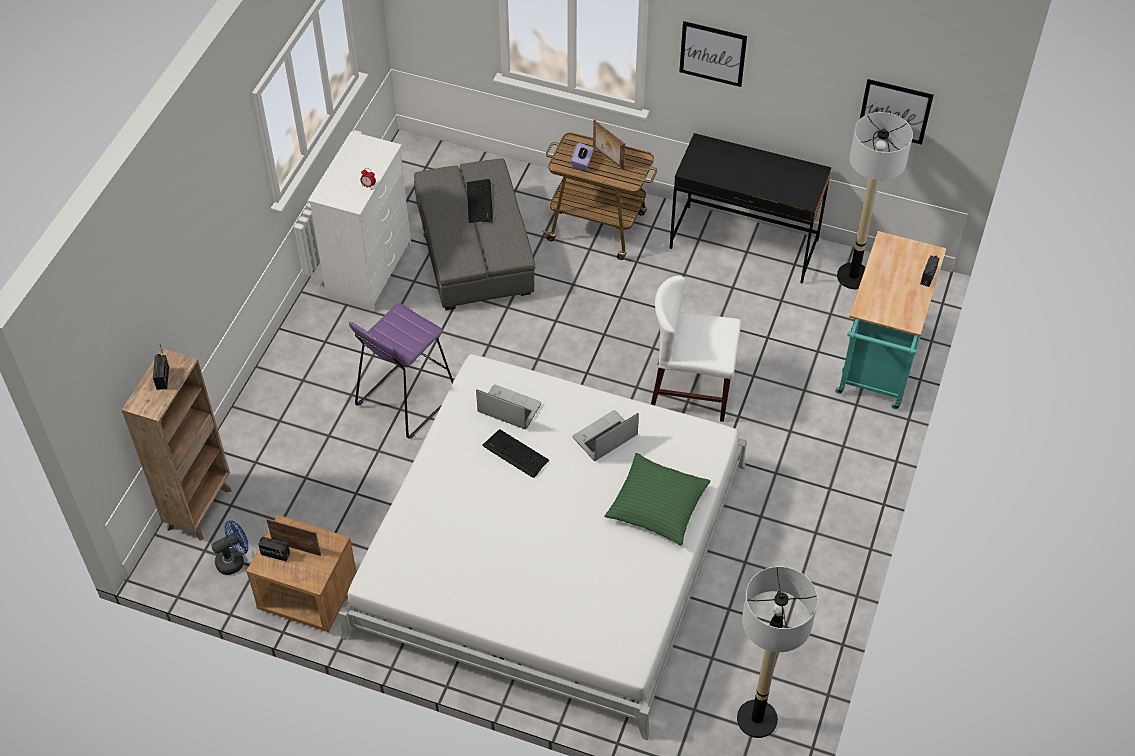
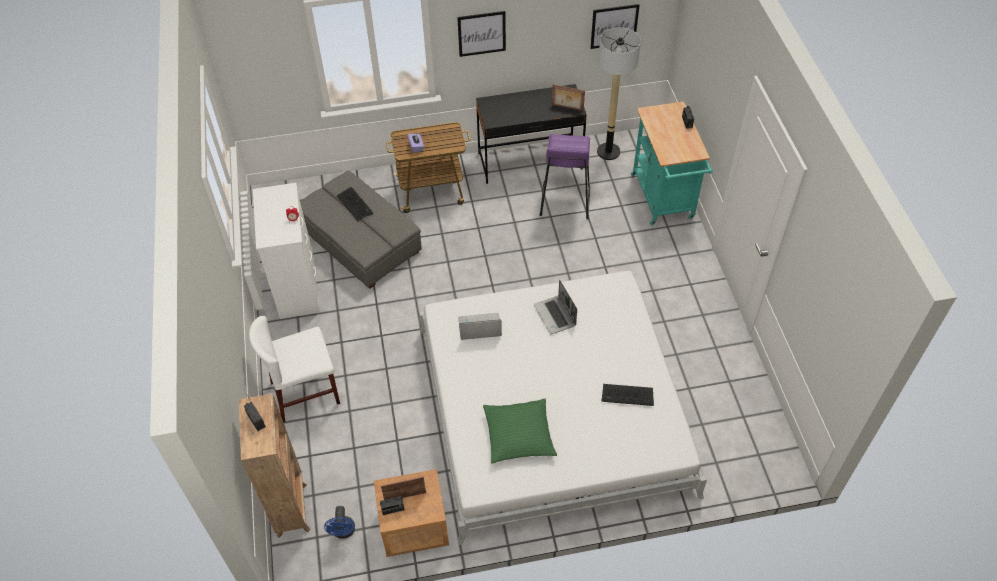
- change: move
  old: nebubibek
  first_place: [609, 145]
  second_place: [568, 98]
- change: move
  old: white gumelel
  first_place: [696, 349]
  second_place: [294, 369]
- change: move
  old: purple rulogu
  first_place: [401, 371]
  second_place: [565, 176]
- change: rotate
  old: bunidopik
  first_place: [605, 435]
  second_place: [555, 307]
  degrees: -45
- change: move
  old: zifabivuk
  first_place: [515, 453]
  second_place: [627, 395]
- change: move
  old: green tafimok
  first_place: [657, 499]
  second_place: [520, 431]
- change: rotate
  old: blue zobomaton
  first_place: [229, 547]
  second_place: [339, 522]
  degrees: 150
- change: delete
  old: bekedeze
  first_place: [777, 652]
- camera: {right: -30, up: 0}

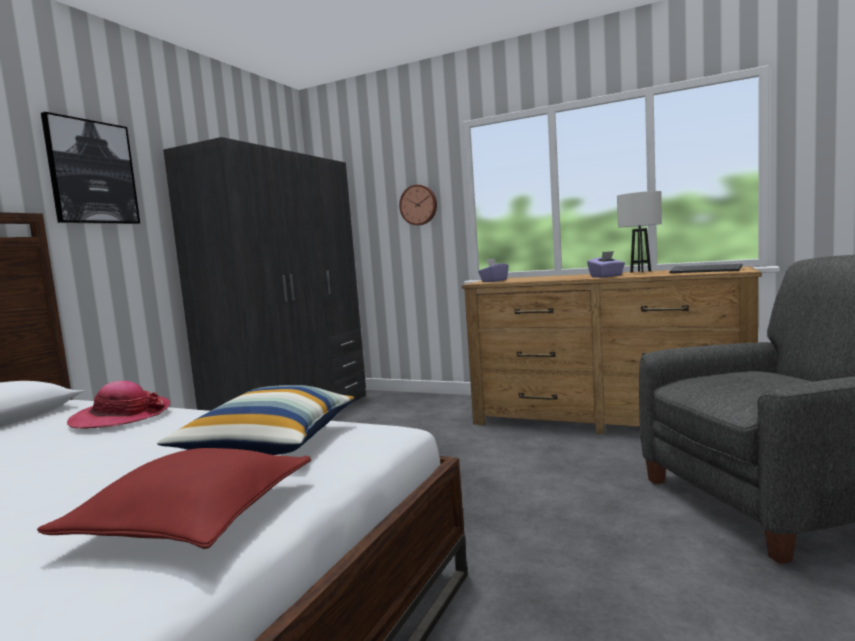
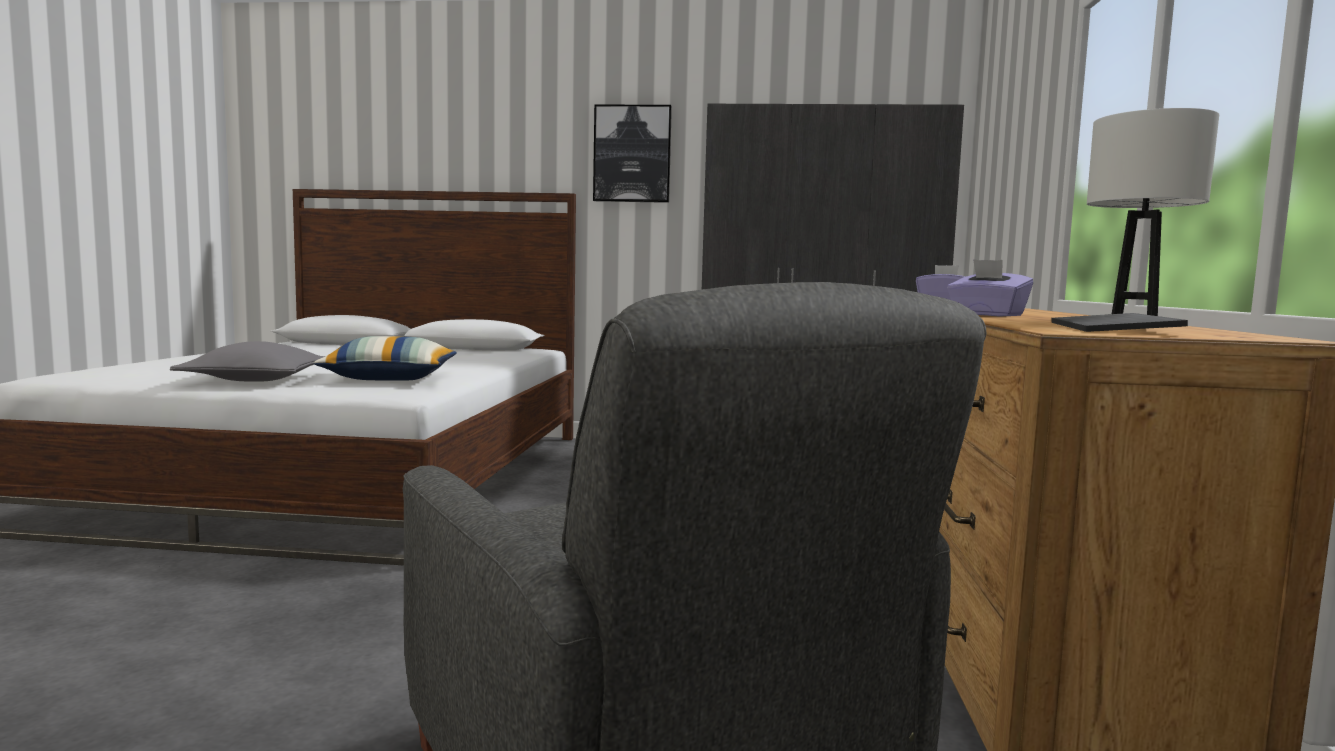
- change: delete
  old: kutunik
  first_place: [418, 205]
- change: delete
  old: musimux
  first_place: [118, 404]
- change: recolor
  old: red tafimok
  new: grey tafimok
  first_place: [174, 498]
  second_place: [247, 361]
- camera: {right: 70, up: 0}

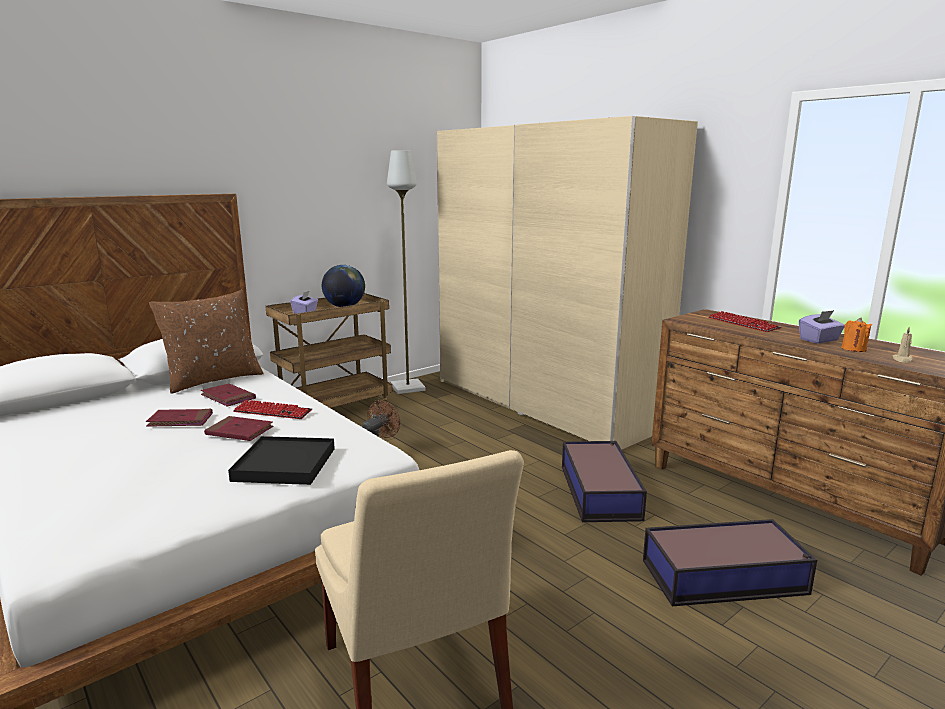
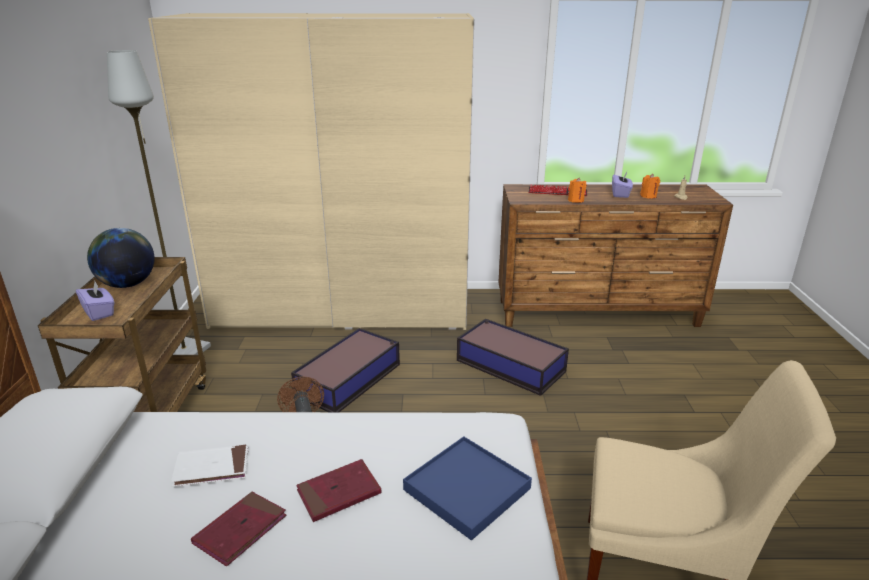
- change: delete
  old: brown tafimok
  first_place: [206, 342]
- change: recolor
  old: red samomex
  new: white samomex
  first_place: [228, 395]
  second_place: [209, 465]
- change: delete
  old: zifabivuk
  first_place: [272, 409]
- change: recolor
  old: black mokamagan
  new: blue mokamagan
  first_place: [281, 460]
  second_place: [467, 488]
- change: move
  old: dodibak
  first_place: [730, 562]
  second_place: [345, 370]
- change: insert
  new: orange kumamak
  second_place: [577, 190]
- camera: {right: -50, up: 10}

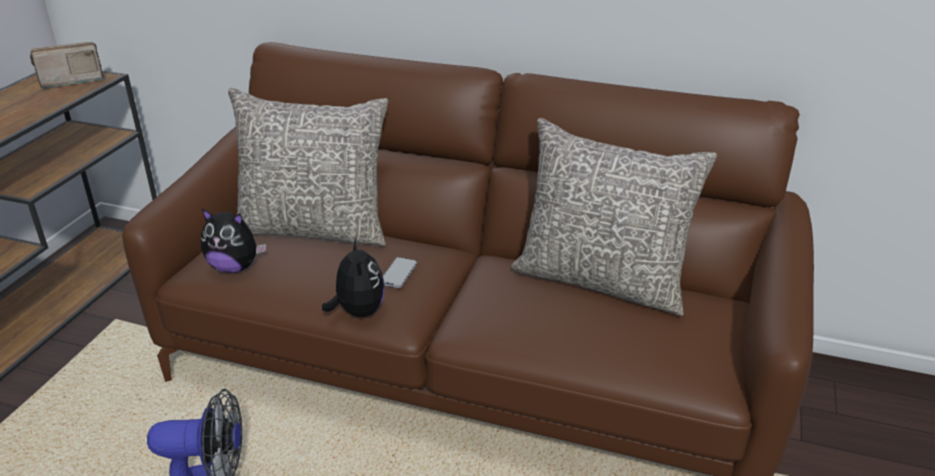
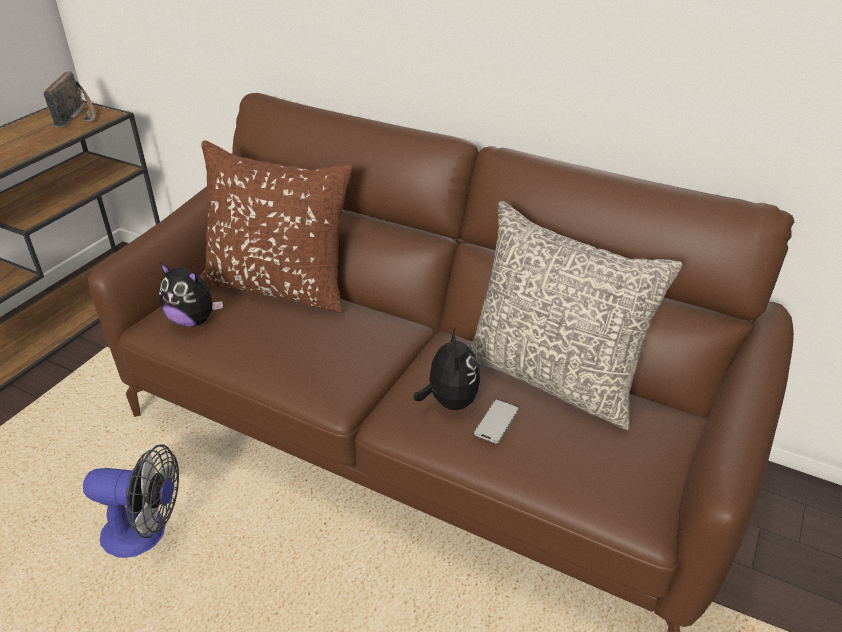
- change: rotate
  old: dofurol
  first_place: [67, 65]
  second_place: [69, 99]
  degrees: 105
- change: recolor
  old: grey tafimok
  new: brown tafimok
  first_place: [308, 167]
  second_place: [276, 226]
- change: move
  old: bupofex
  first_place: [353, 277]
  second_place: [447, 368]
- change: move
  old: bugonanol
  first_place: [400, 272]
  second_place: [496, 421]
- camera: {right: 10, up: 5}

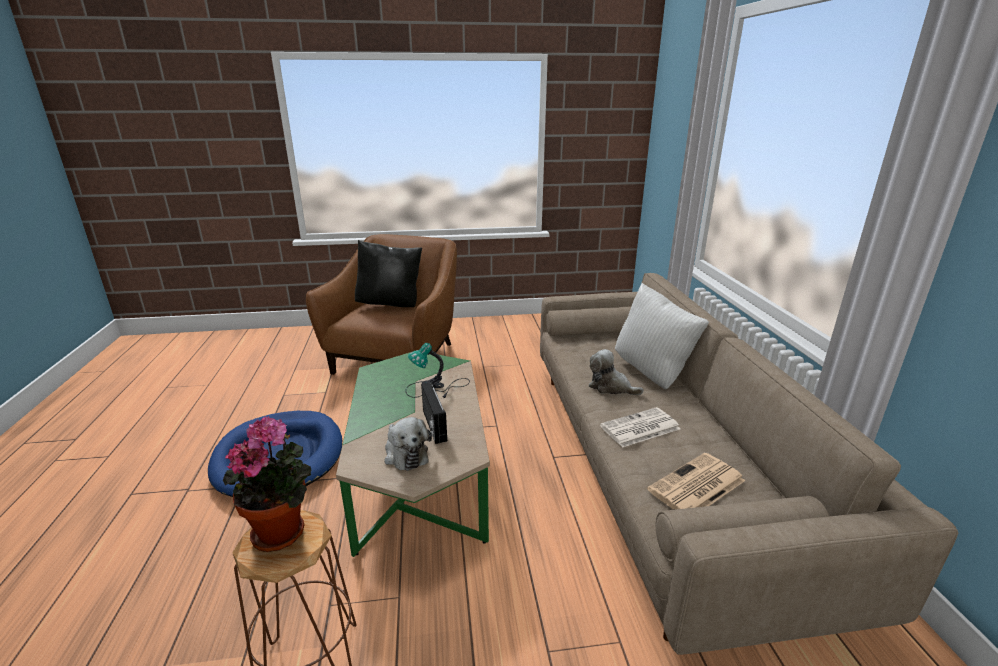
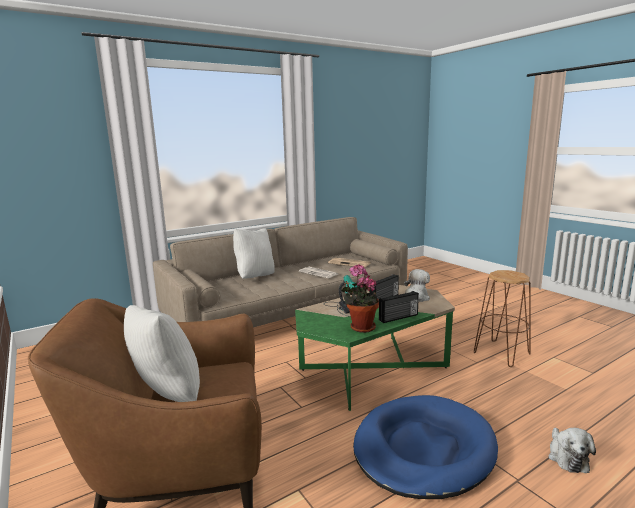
- change: recolor
  old: black tafimok
  new: white tafimok
  first_place: [388, 273]
  second_place: [162, 353]
- change: move
  old: bupofex
  first_place: [616, 372]
  second_place: [572, 450]
- change: move
  old: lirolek
  first_place: [267, 484]
  second_place: [360, 298]
- change: insert
  new: dofurol
  second_place: [399, 307]
- camera: {right: -115, up: -10}

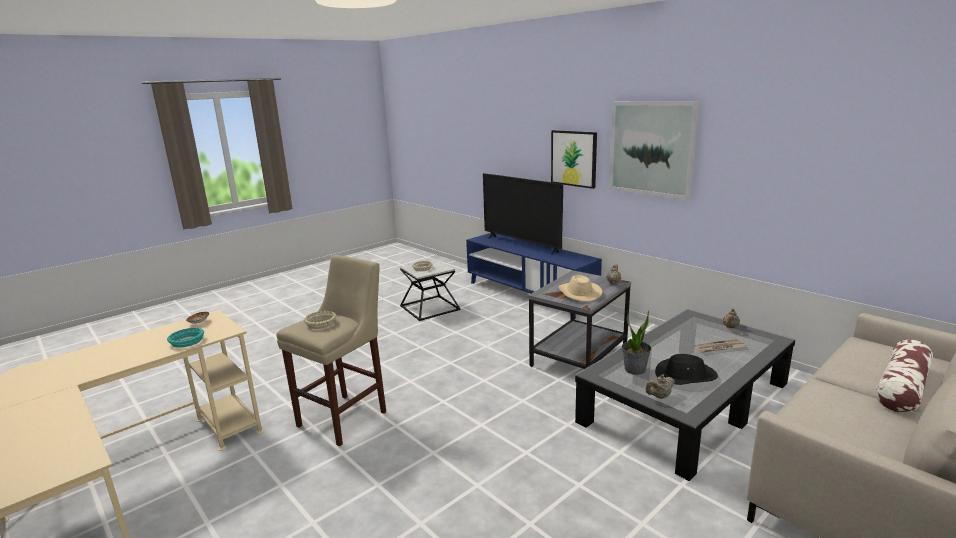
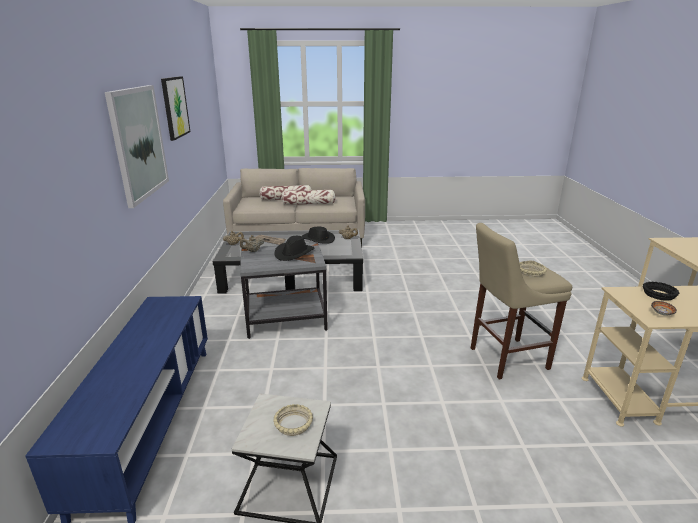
- change: move
  old: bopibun
  first_place: [574, 159]
  second_place: [176, 108]
- change: delete
  old: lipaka
  first_place: [523, 214]
- change: recolor
  old: beige musimux
  new: black musimux
  first_place: [580, 288]
  second_place: [294, 248]
- change: delete
  old: lirolek
  first_place: [636, 343]
- change: recolor
  old: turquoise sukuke
  new: black sukuke
  first_place: [185, 338]
  second_place: [661, 291]
- change: insert
  new: tafimok
  second_place: [308, 197]
- camera: {right: -140, up: 5}

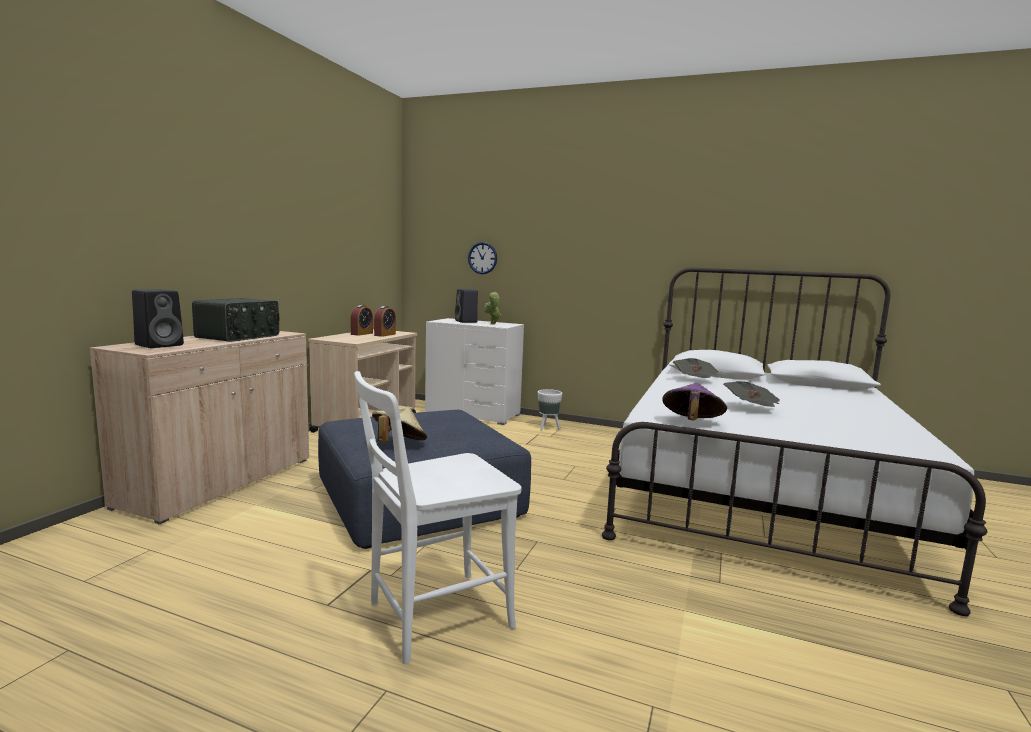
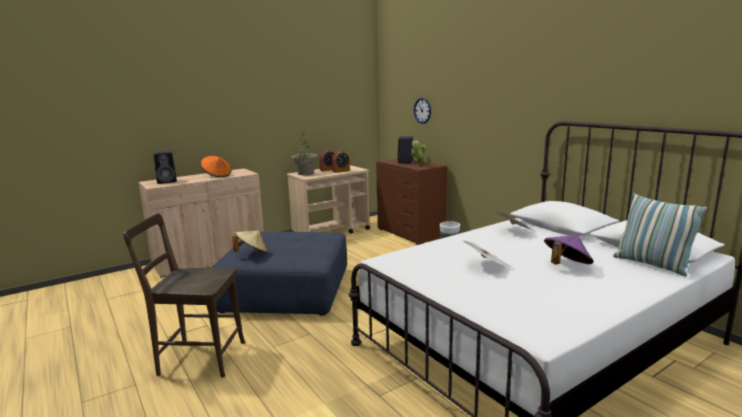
- change: replace
  old: dofurol
  new: orange musimux
  first_place: [235, 320]
  second_place: [216, 166]
- change: recolor
  old: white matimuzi
  new: brown matimuzi
  first_place: [474, 371]
  second_place: [411, 201]
- change: recolor
  old: white gumelel
  new: brown gumelel
  first_place: [438, 517]
  second_place: [184, 296]
- change: move
  old: purple musimux
  first_place: [694, 401]
  second_place: [569, 250]
- change: insert
  new: lirolek
  second_place: [304, 153]
- change: insert
  new: tafimok
  second_place: [660, 234]
- camera: {right: 35, up: 5}

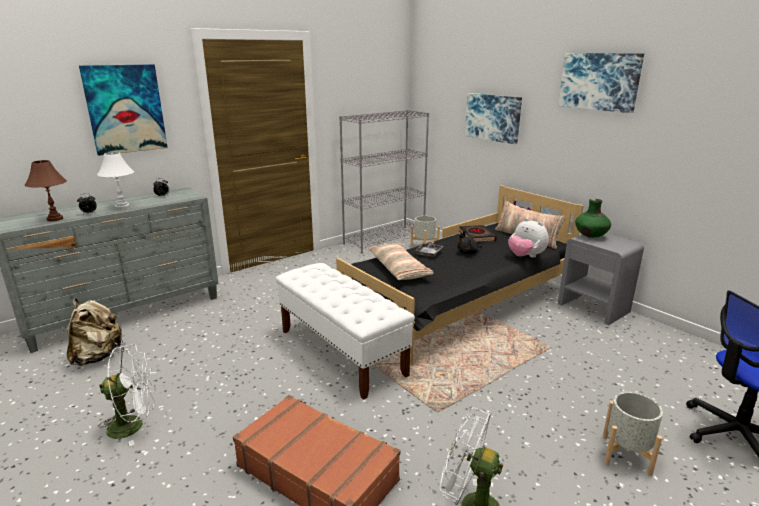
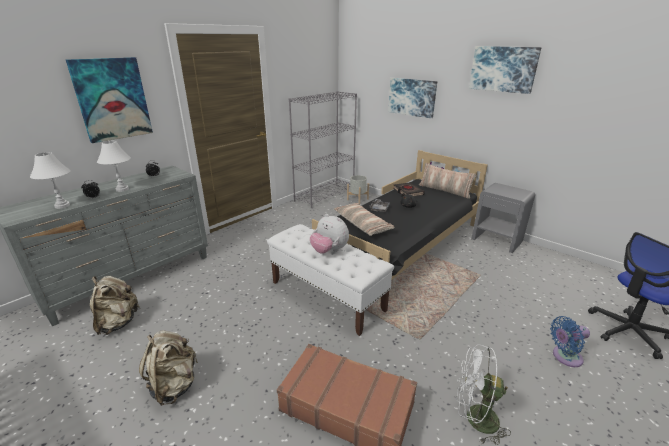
- change: recolor
  old: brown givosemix
  new: white givosemix
  first_place: [46, 191]
  second_place: [50, 180]
- change: delete
  old: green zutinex
  first_place: [593, 218]
- change: move
  old: bupofex
  first_place: [528, 238]
  second_place: [329, 234]
- change: replace
  old: white zobomaton
  new: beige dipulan
  first_place: [127, 395]
  second_place: [168, 368]
- change: replace
  old: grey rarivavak
  new: blue zobomaton
  first_place: [632, 434]
  second_place: [570, 341]
- camera: {right: -10, up: 5}

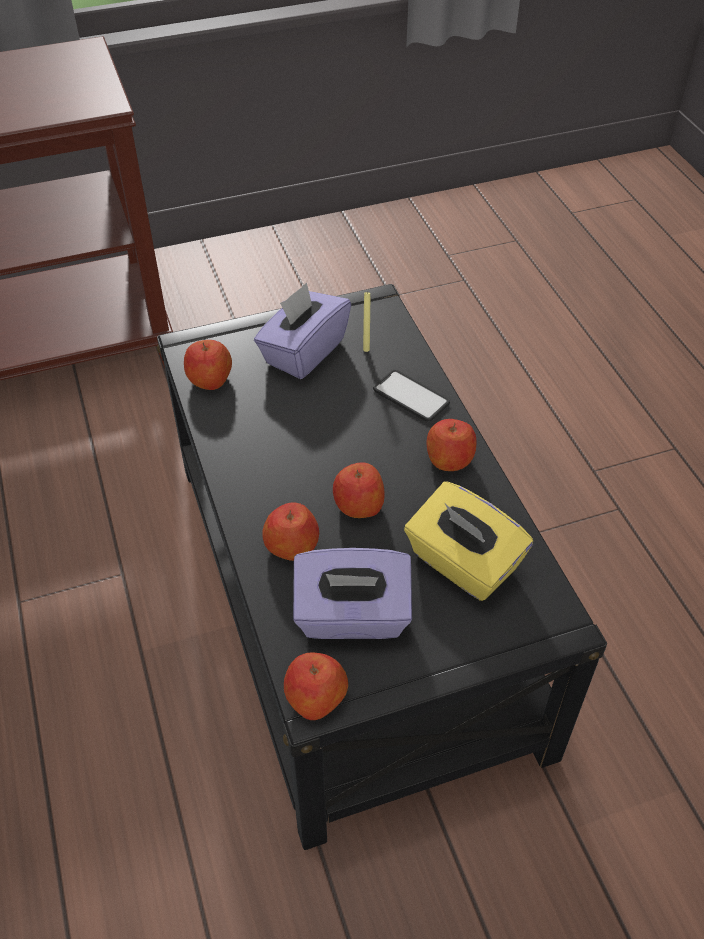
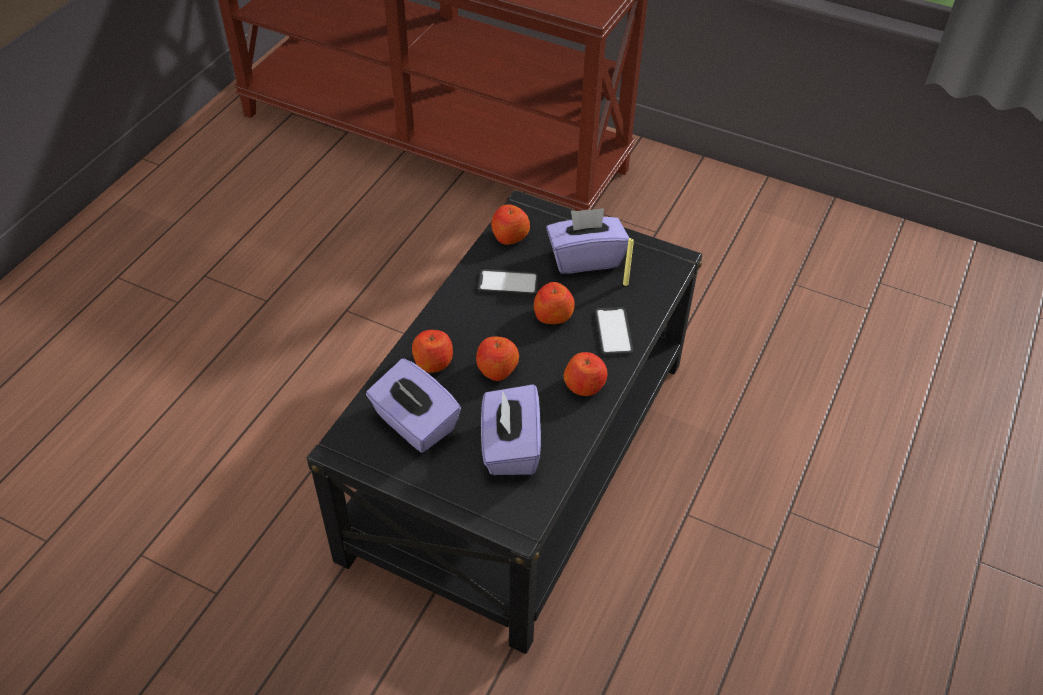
- change: recolor
  old: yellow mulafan
  new: purple mulafan
  first_place: [468, 541]
  second_place: [511, 429]
- change: move
  old: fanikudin
  first_place: [316, 686]
  second_place: [554, 303]
- change: insert
  new: bugonanol
  second_place: [508, 282]
- camera: {right: 45, up: 0}

